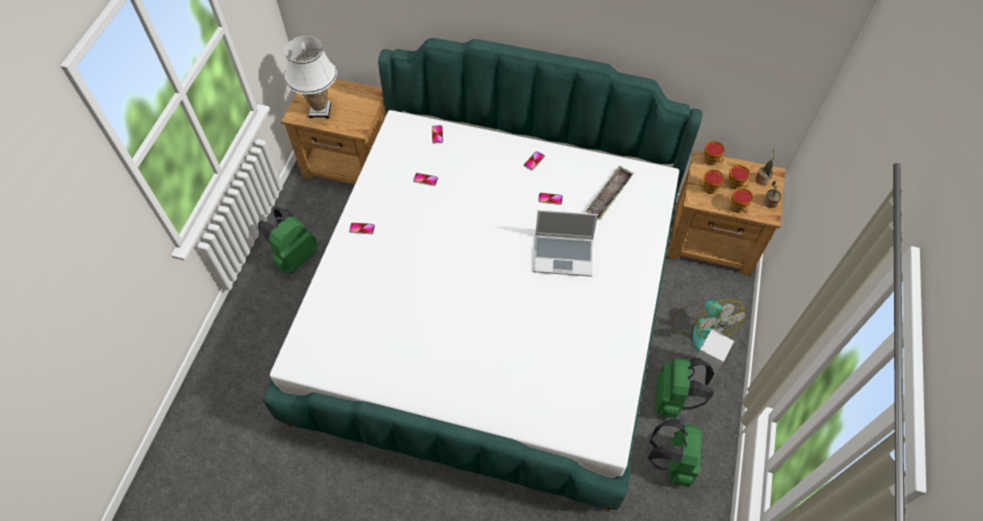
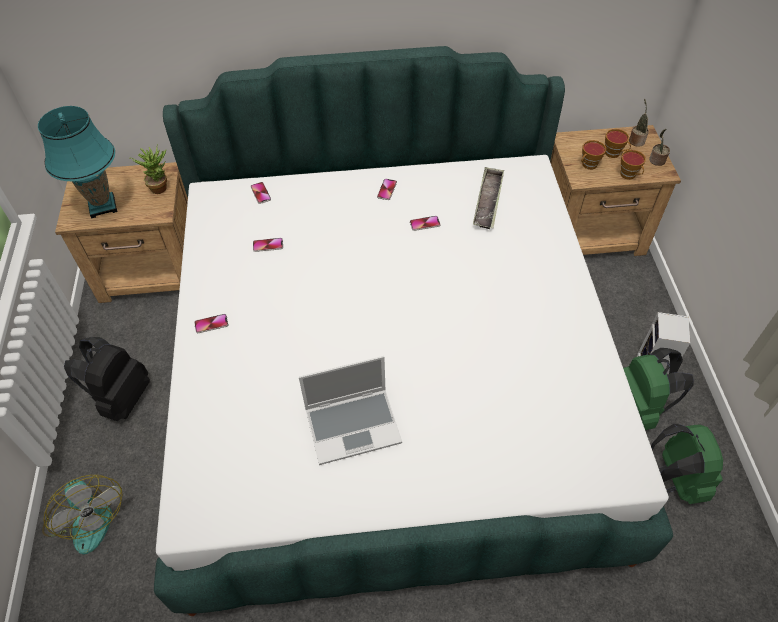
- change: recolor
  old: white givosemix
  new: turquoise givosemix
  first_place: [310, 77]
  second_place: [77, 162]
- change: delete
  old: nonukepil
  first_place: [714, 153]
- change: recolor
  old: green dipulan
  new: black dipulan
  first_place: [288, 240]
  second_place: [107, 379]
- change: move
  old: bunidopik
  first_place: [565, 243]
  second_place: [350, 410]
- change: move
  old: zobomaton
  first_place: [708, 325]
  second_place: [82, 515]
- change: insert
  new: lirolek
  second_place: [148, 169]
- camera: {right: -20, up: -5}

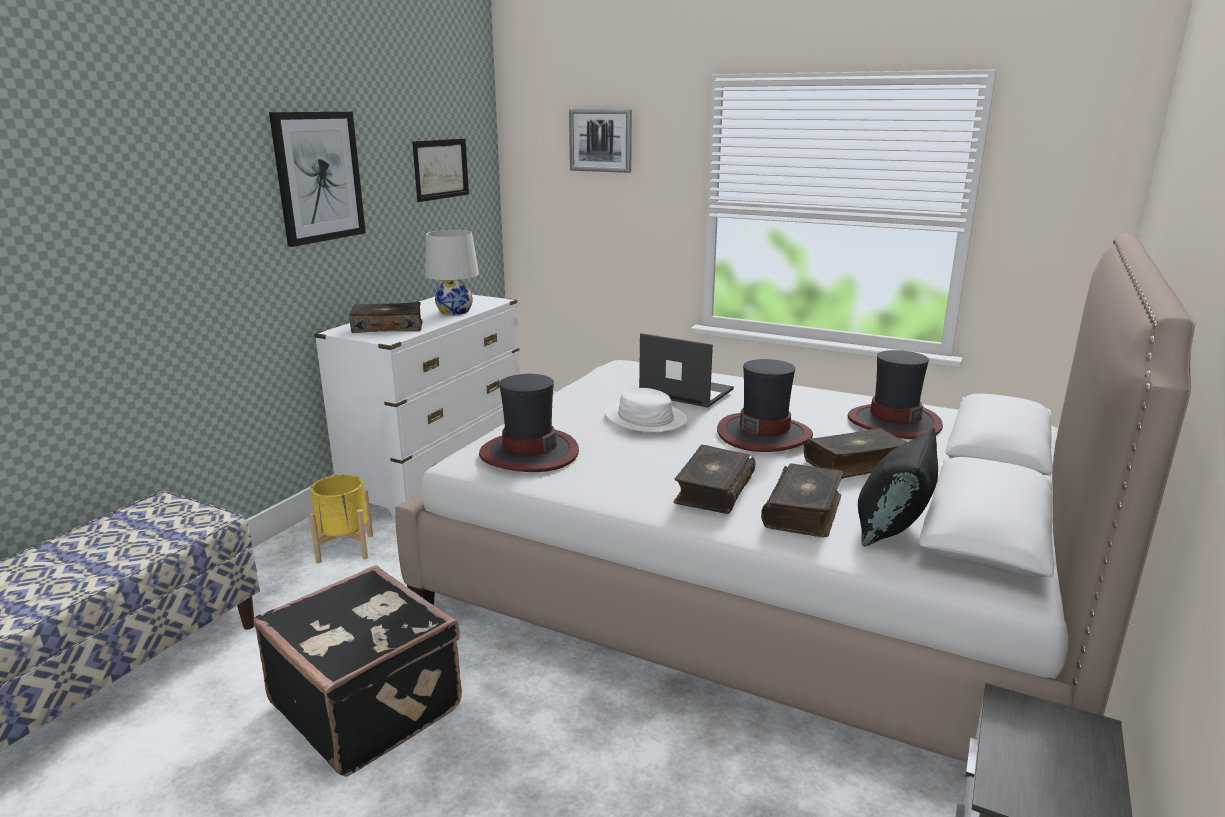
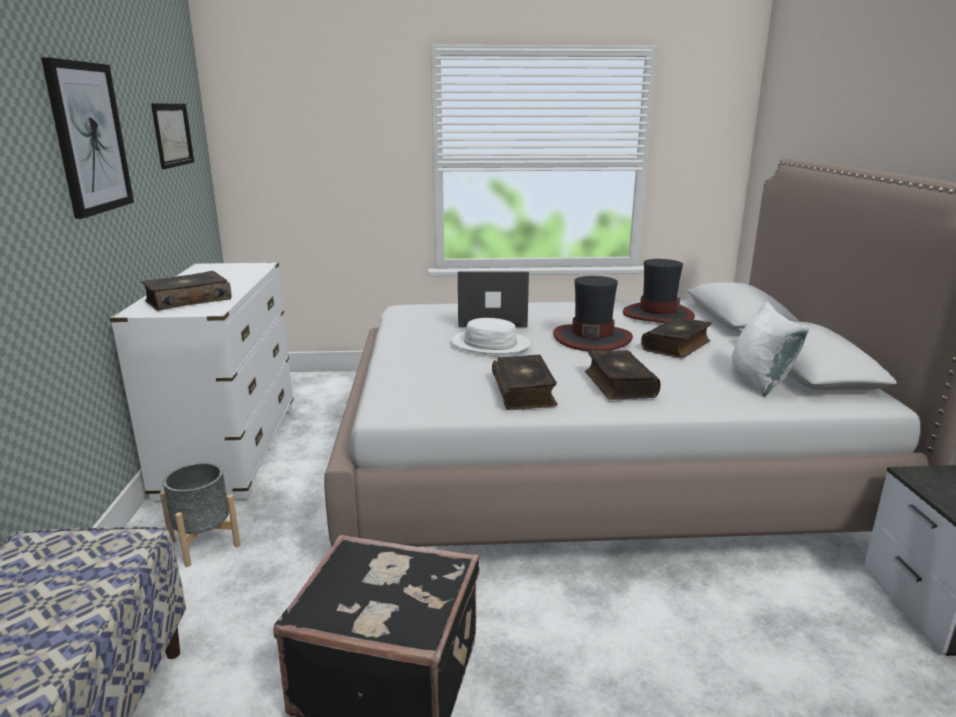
- change: delete
  old: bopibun
  first_place: [600, 141]
- change: delete
  old: white givosemix
  first_place: [452, 272]
- change: delete
  old: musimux
  first_place: [529, 423]
- change: recolor
  old: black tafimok
  new: white tafimok
  first_place: [898, 487]
  second_place: [771, 349]
- change: move
  old: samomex
  first_place: [802, 500]
  second_place: [525, 382]
- change: recolor
  old: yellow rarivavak
  new: grey rarivavak
  first_place: [341, 518]
  second_place: [200, 515]
- camera: {right: -30, up: 0}

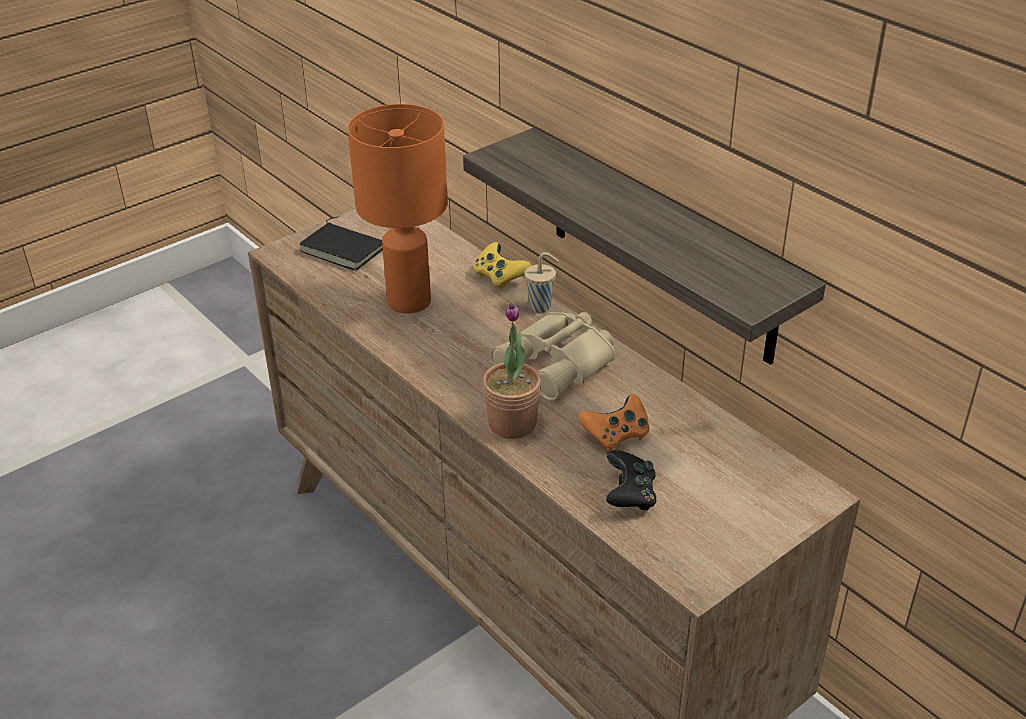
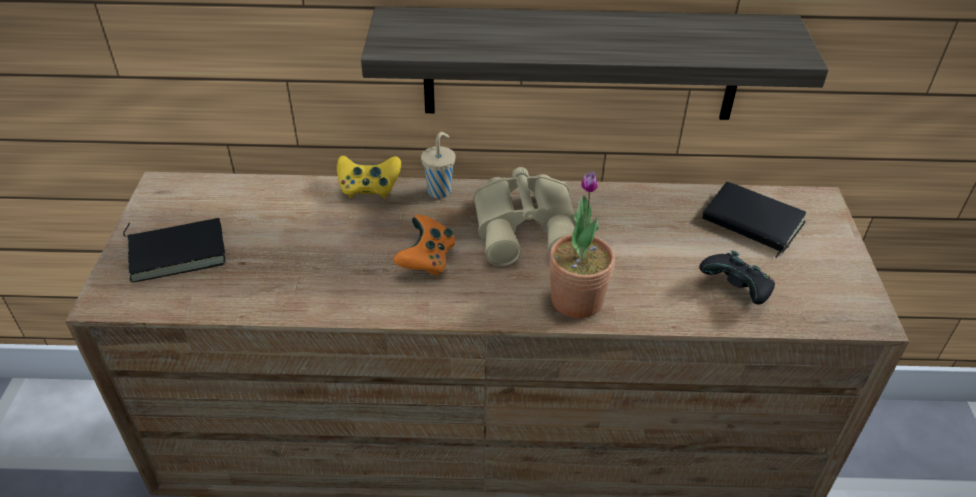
- change: delete
  old: orange givosemix
  first_place: [397, 209]
- change: move
  old: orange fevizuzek
  first_place: [613, 422]
  second_place: [424, 245]
- change: insert
  new: black samomex
  second_place: [754, 220]
- camera: {right: -50, up: 5}

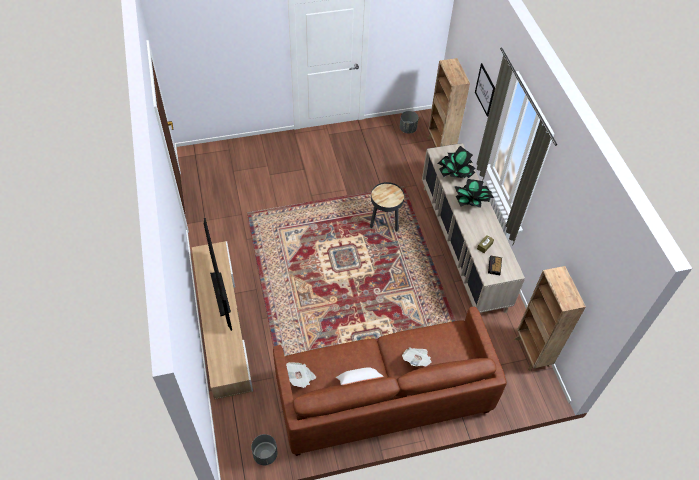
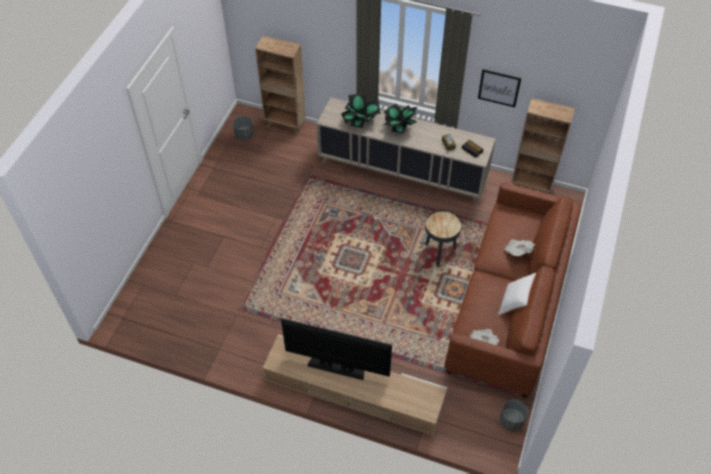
- change: move
  old: bopibun
  first_place: [485, 90]
  second_place: [499, 88]
- change: move
  old: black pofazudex
  first_place: [387, 206]
  second_place: [443, 238]
- camera: {right: -55, up: 0}

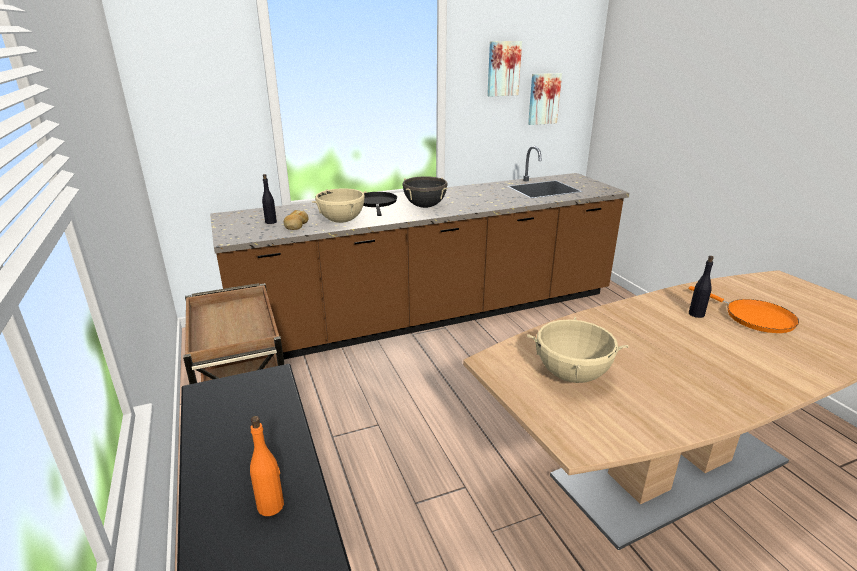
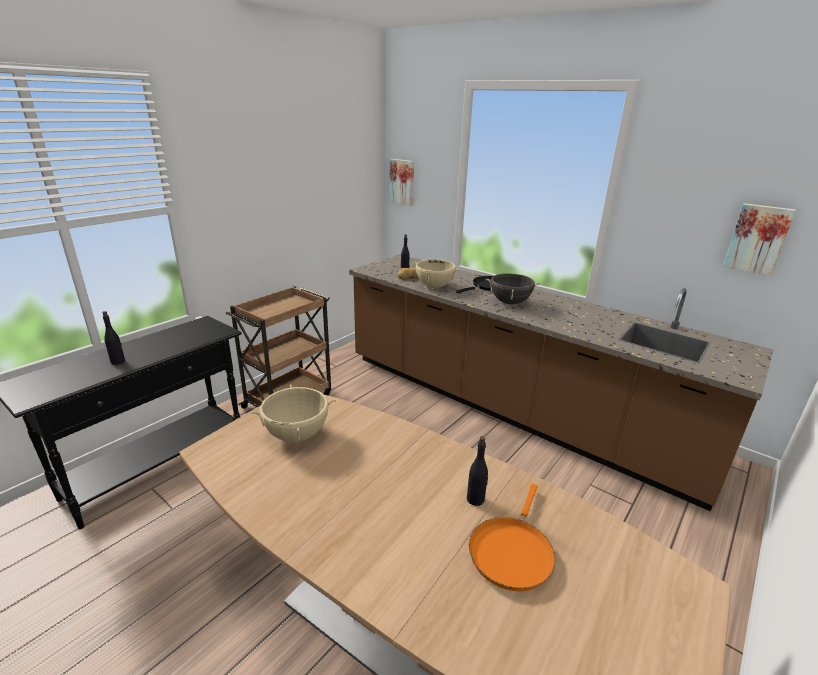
- change: move
  old: bopibun
  first_place: [504, 69]
  second_place: [401, 182]
- change: recolor
  old: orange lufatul
  new: black lufatul
  first_place: [267, 466]
  second_place: [113, 338]
- camera: {right: 60, up: 0}

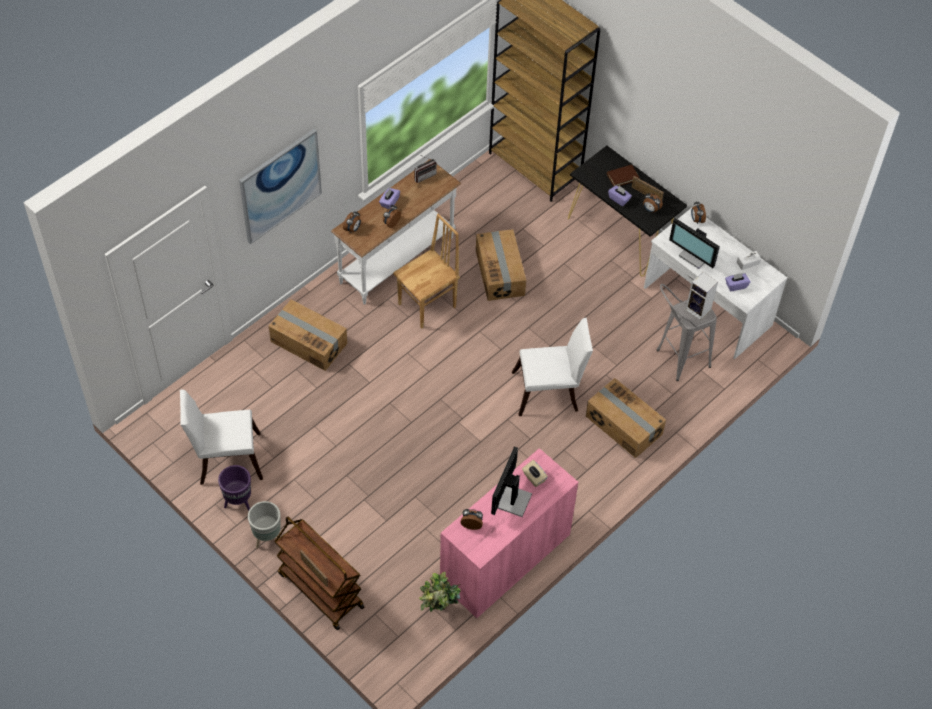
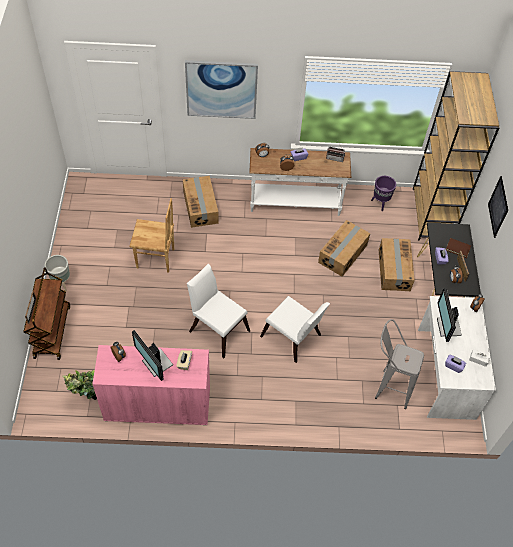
- change: move
  old: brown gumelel
  first_place: [426, 271]
  second_place: [152, 235]
- change: delete
  old: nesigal
  first_place: [702, 296]
- change: move
  old: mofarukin
  first_place: [626, 418]
  second_place: [397, 264]
- change: move
  old: white gumelel
  first_place: [221, 437]
  second_place: [218, 311]
- change: rotate
  old: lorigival
  first_place: [511, 482]
  second_place: [152, 355]
  degrees: -105
- change: move
  old: purple rarivavak
  first_place: [234, 488]
  second_place: [383, 193]
- change: insert
  new: bopibun
  second_place: [498, 207]
- camera: {right: 45, up: 0}

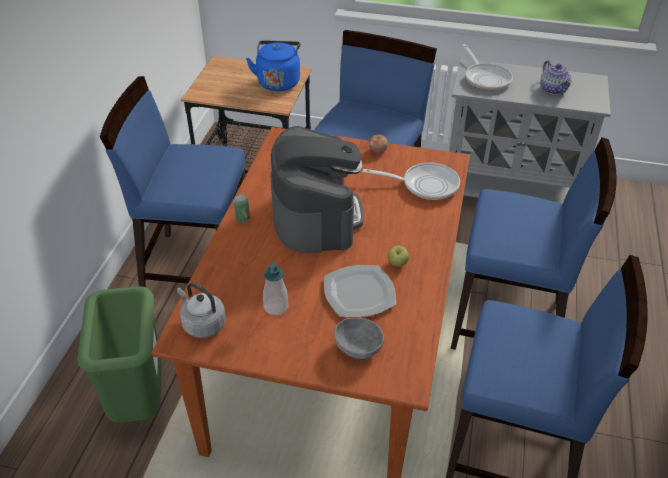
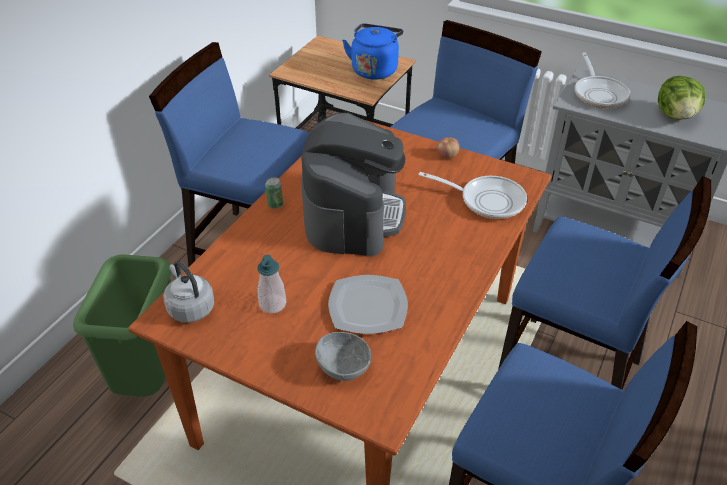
- change: replace
  old: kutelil
  new: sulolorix
  first_place: [556, 77]
  second_place: [681, 98]
- change: delete
  old: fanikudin
  first_place: [398, 256]
- camera: {right: 15, up: 0}

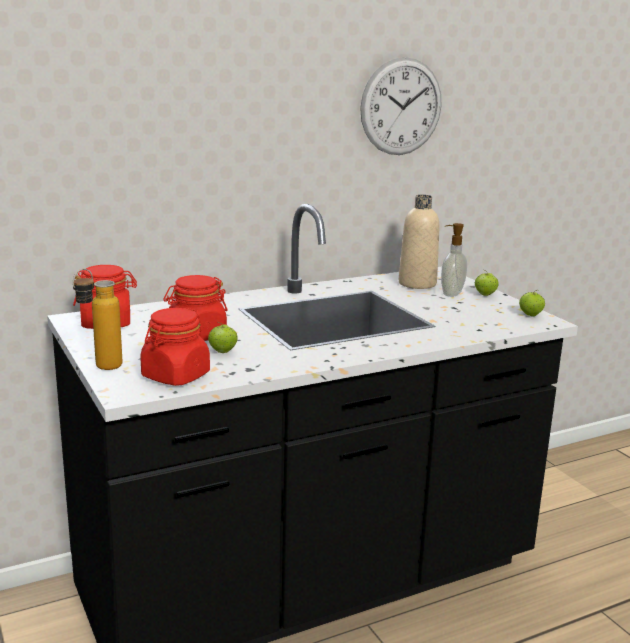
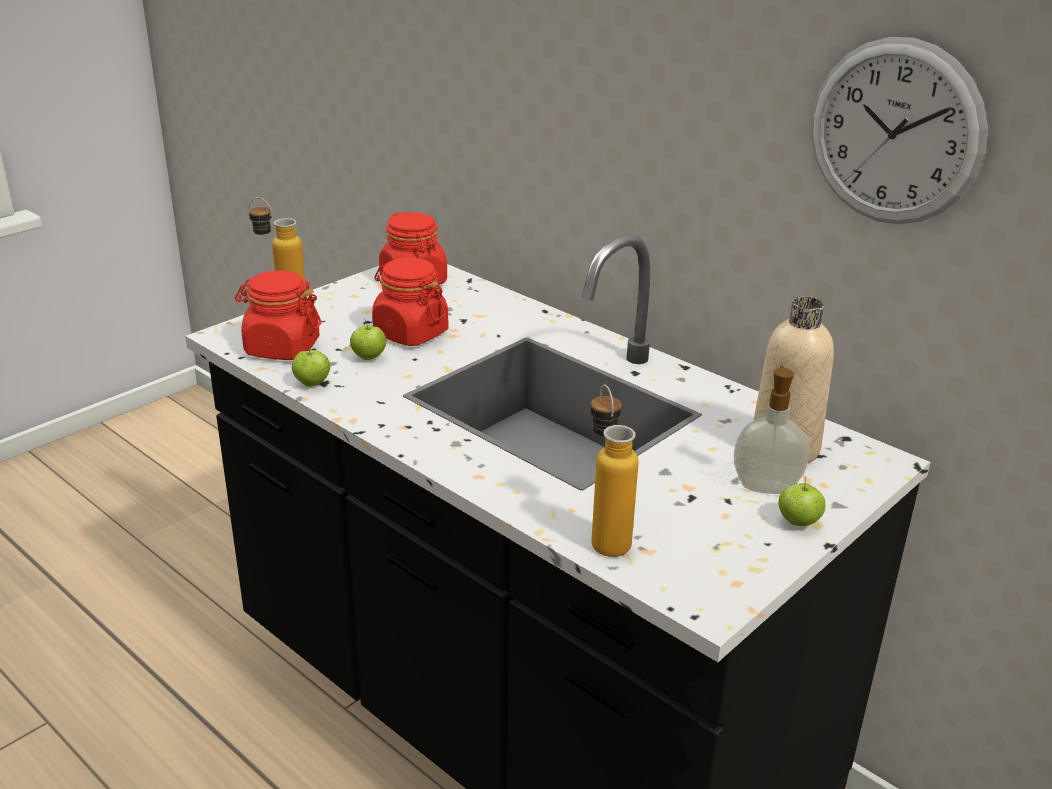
- change: move
  old: fanikudin
  first_place: [532, 303]
  second_place: [311, 368]
- change: insert
  new: lufatul
  second_place: [615, 470]
- camera: {right: 70, up: 10}

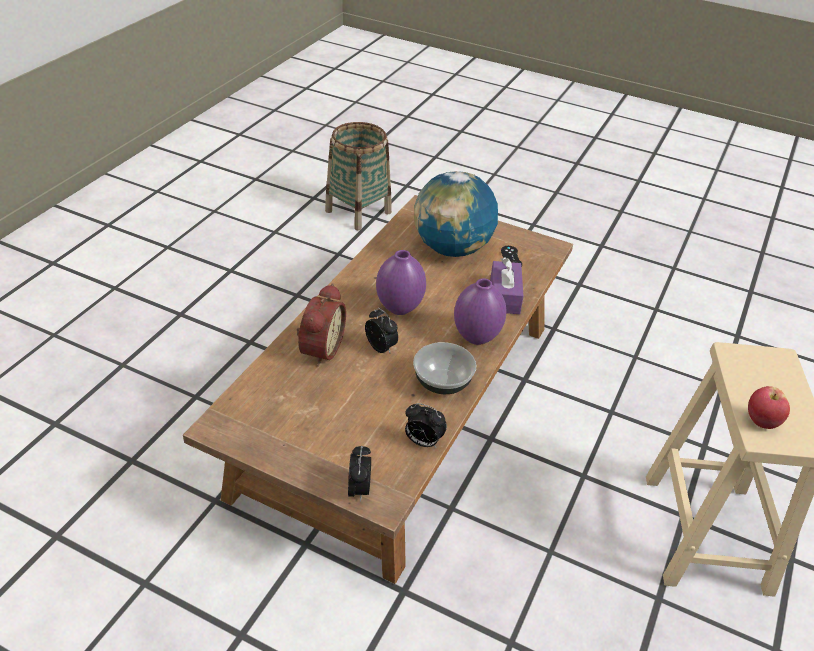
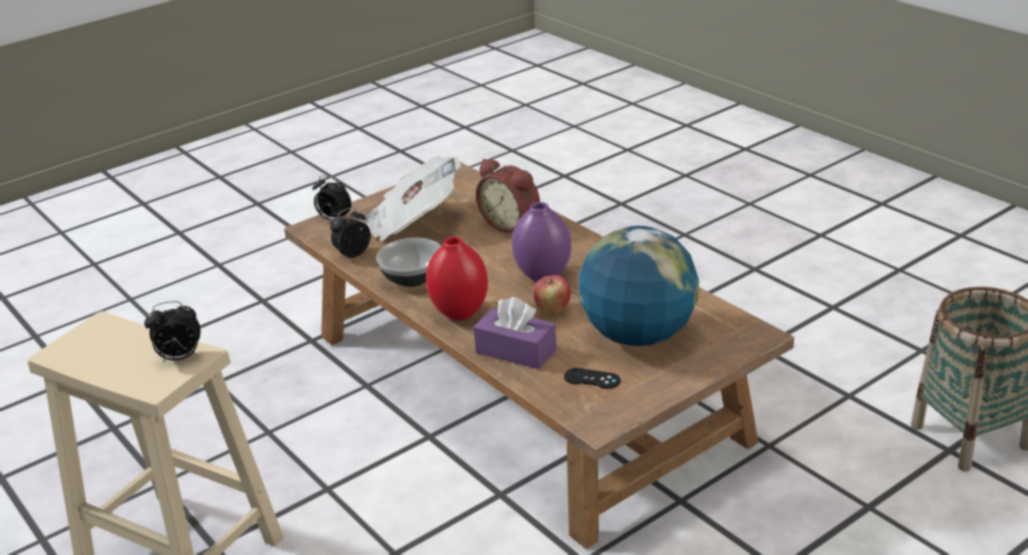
- change: recolor
  old: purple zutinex
  new: red zutinex
  first_place: [480, 311]
  second_place: [457, 279]
- change: move
  old: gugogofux
  first_place: [381, 330]
  second_place: [172, 332]
- change: move
  old: fanikudin
  first_place: [769, 407]
  second_place: [552, 294]
- change: insert
  new: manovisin
  second_place: [410, 198]
- camera: {right: 120, up: -10}

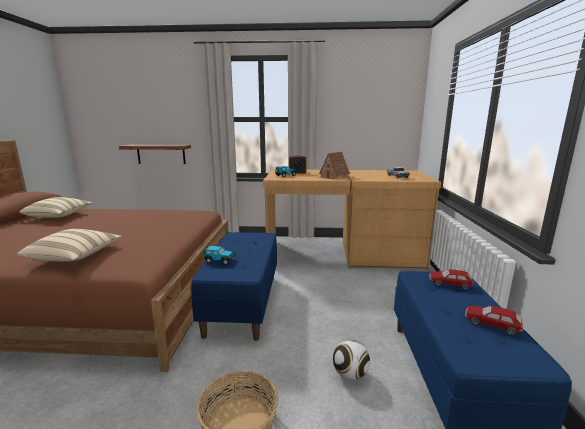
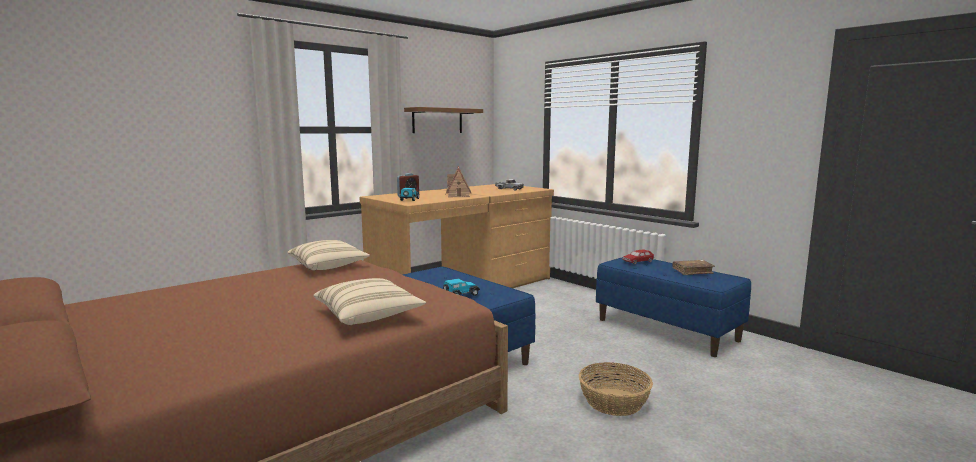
- change: move
  old: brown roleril
  first_place: [155, 154]
  second_place: [443, 120]
- change: move
  old: beige tafimok
  first_place: [56, 207]
  second_place: [328, 255]
- change: replace
  old: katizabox
  new: brown samomex
  first_place: [494, 320]
  second_place: [693, 267]
- change: delete
  old: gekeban
  first_place: [351, 360]
- camera: {right: -45, up: -5}

